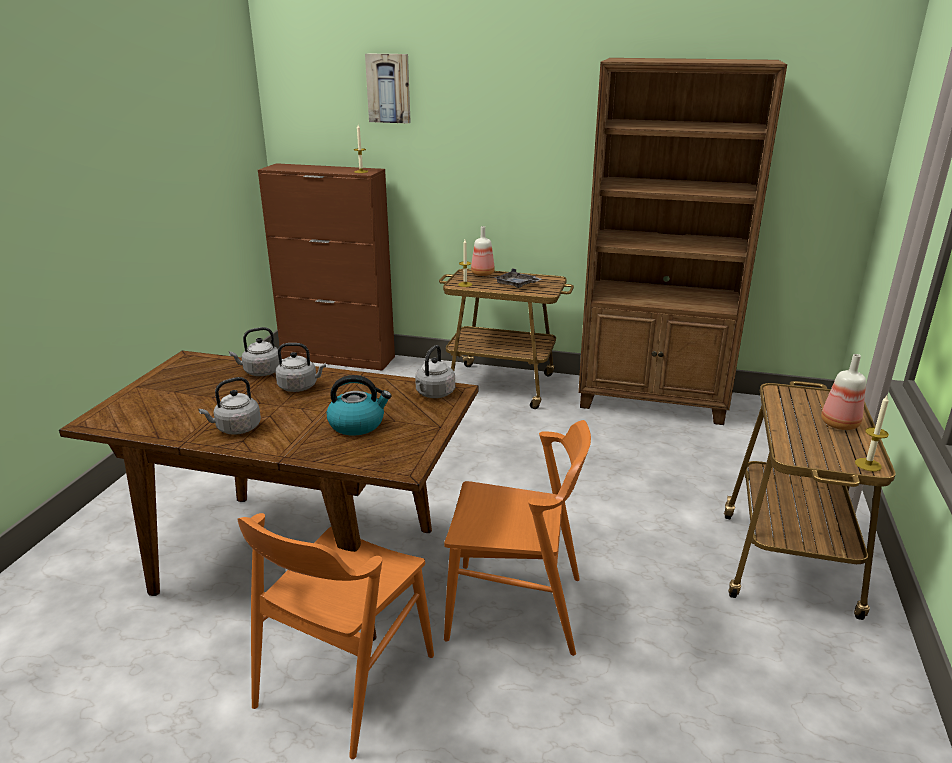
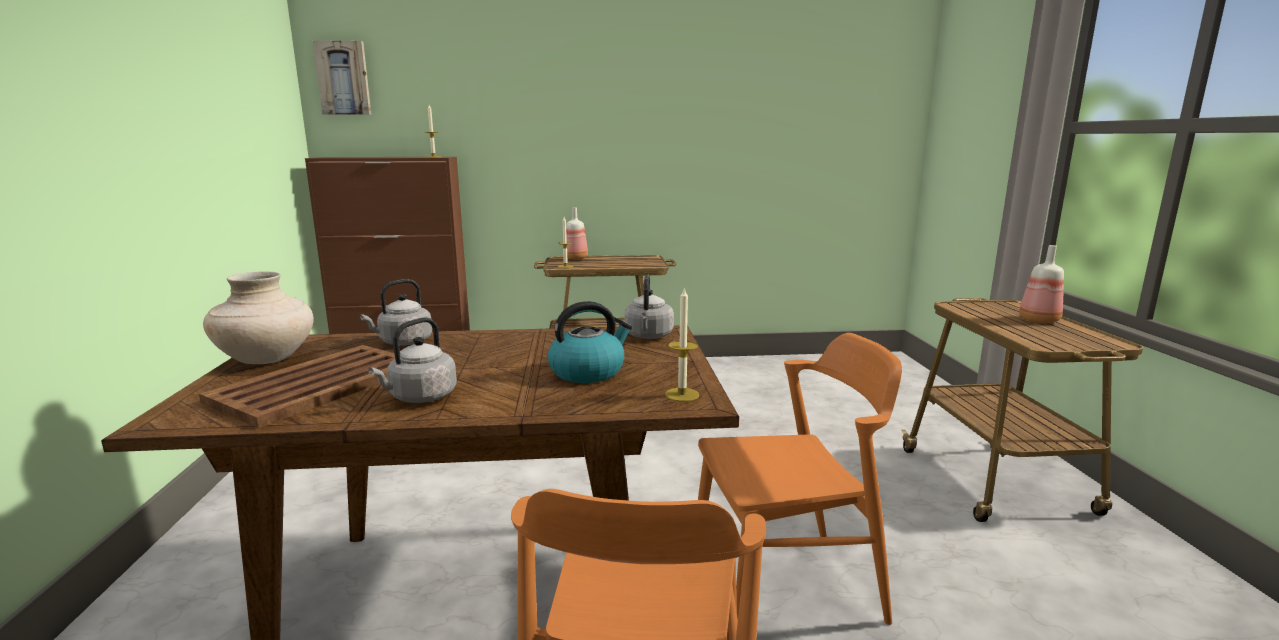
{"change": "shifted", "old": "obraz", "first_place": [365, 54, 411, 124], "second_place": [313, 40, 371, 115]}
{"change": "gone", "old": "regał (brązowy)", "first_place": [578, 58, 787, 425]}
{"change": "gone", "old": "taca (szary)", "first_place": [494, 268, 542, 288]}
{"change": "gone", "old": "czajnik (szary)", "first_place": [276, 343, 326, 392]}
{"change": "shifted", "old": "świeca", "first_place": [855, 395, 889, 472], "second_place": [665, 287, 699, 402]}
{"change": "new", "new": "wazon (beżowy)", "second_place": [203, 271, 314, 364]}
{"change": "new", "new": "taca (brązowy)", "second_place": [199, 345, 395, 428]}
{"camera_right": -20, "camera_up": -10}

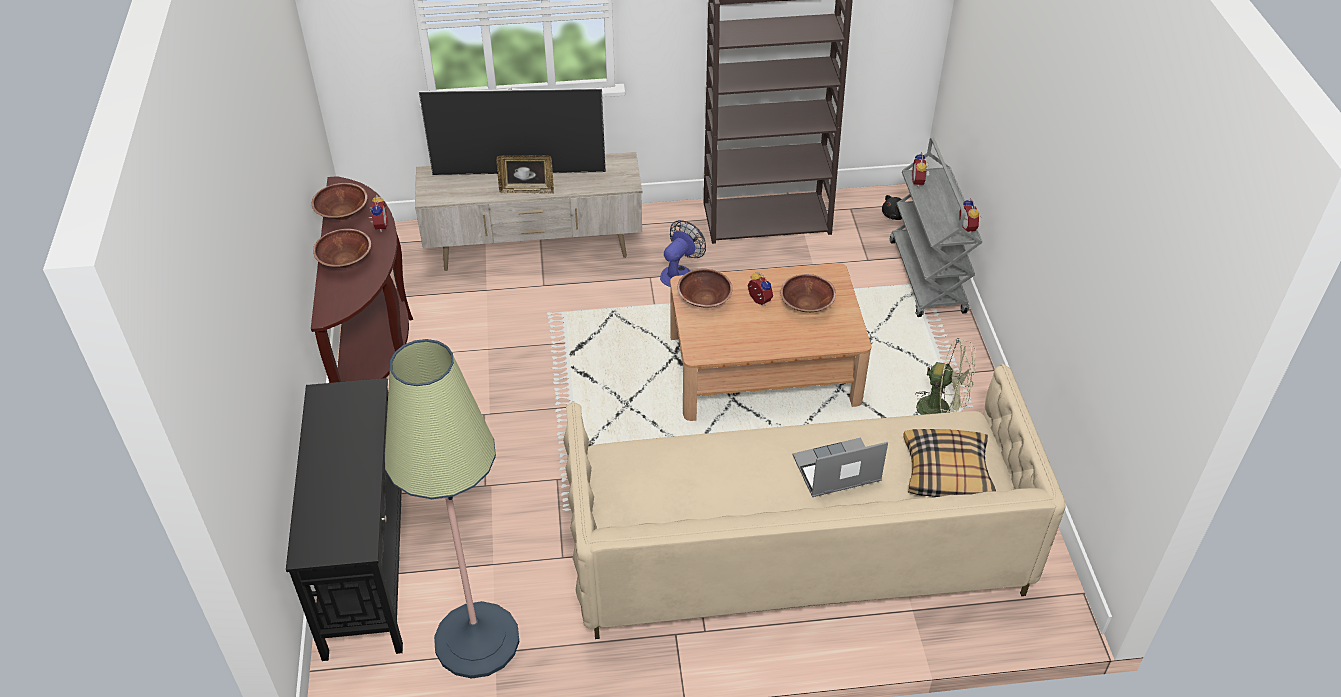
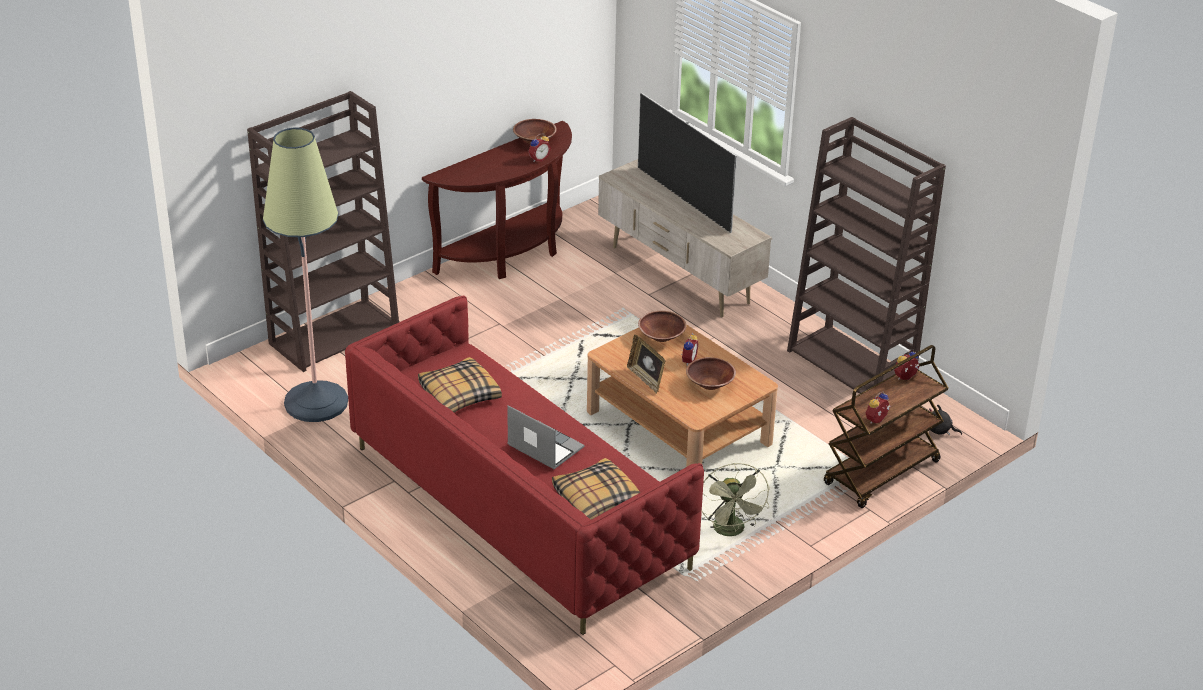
{"change": "repainted", "old": "wózek (szary)", "new": "wózek (brązowy)", "first_place": [890, 138, 982, 317], "second_place": [824, 345, 948, 508]}
{"change": "shifted", "old": "ramka na zdjęcie", "first_place": [496, 155, 554, 194], "second_place": [627, 335, 666, 393]}
{"change": "gone", "old": "wentylator", "first_place": [660, 220, 706, 287]}
{"change": "gone", "old": "miska (brązowy)", "first_place": [313, 229, 371, 268]}
{"change": "repainted", "old": "kanapa (beżowy)", "new": "kanapa (czerwony)", "first_place": [563, 364, 1066, 639], "second_place": [345, 296, 704, 635]}
{"change": "swapped", "old": "stolik konsolowy (czarny)", "new": "regał (brązowy)", "first_place": [286, 378, 403, 661], "second_place": [247, 91, 399, 372]}
{"change": "new", "new": "poduszka", "second_place": [418, 357, 502, 413]}
{"camera_right": 55, "camera_up": -10}

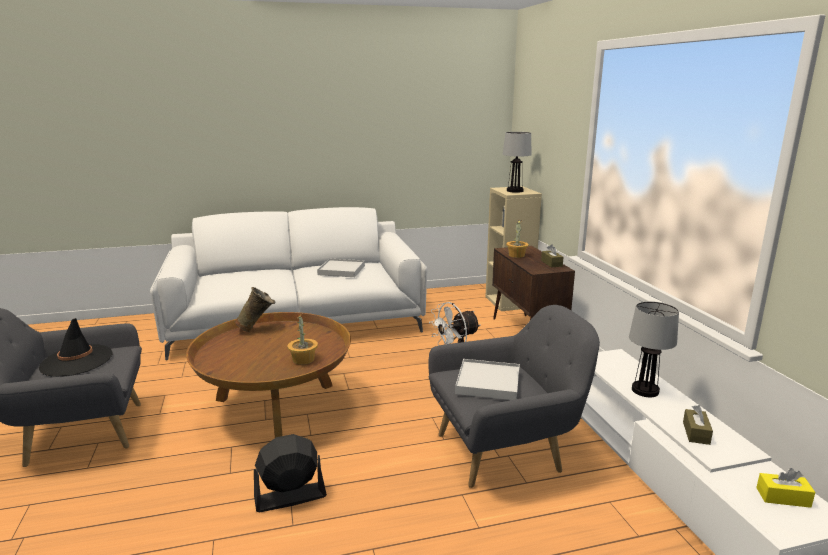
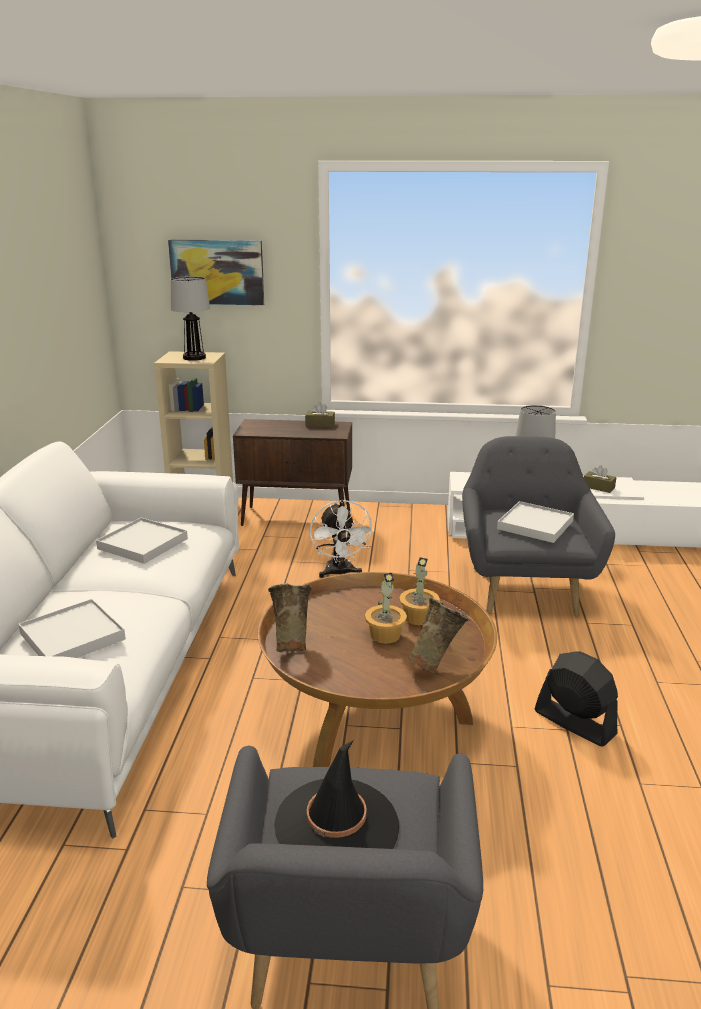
{"change": "shifted", "old": "roślina doniczkowa", "first_place": [506, 220, 529, 258], "second_place": [365, 573, 407, 644]}
{"change": "rotated", "old": "wentylator (czarny)", "first_place": [254, 434, 327, 512], "second_place": [535, 651, 618, 747], "degrees": 135}
{"change": "gone", "old": "pudełko chusteczek (żółty)", "first_place": [756, 468, 815, 508]}
{"change": "new", "new": "obraz", "second_place": [168, 240, 264, 305]}
{"change": "new", "new": "wazon (beżowy)", "second_place": [408, 597, 470, 674]}
{"change": "new", "new": "taca (biały)", "second_place": [18, 599, 126, 658]}
{"camera_right": -70, "camera_up": 5}

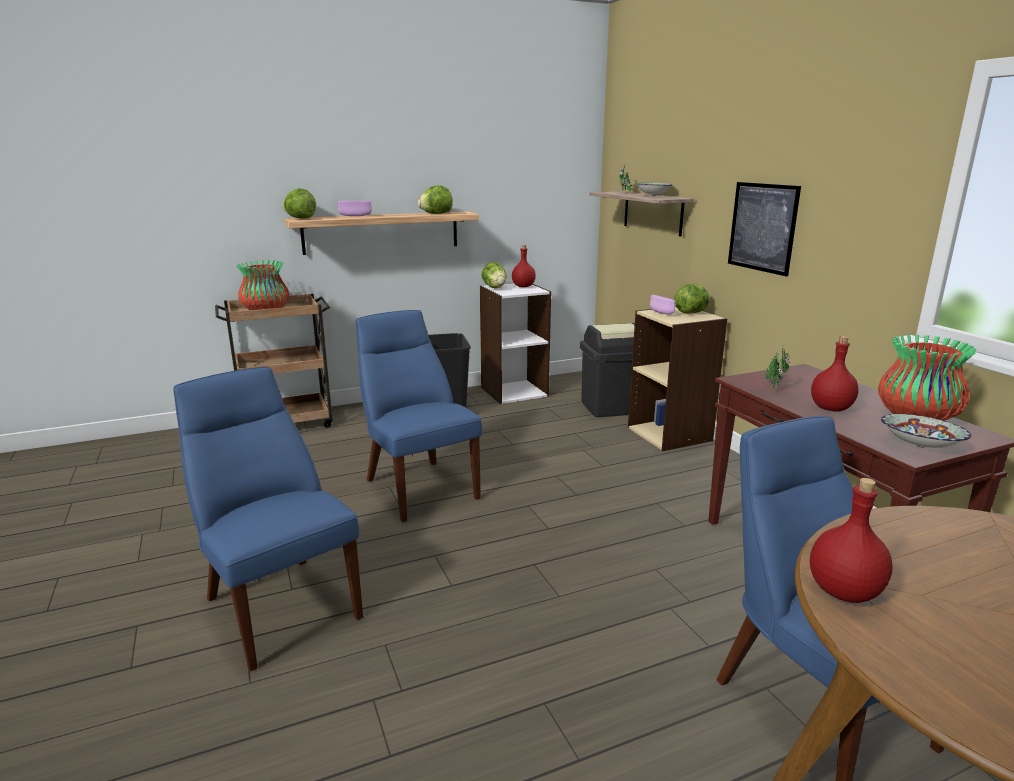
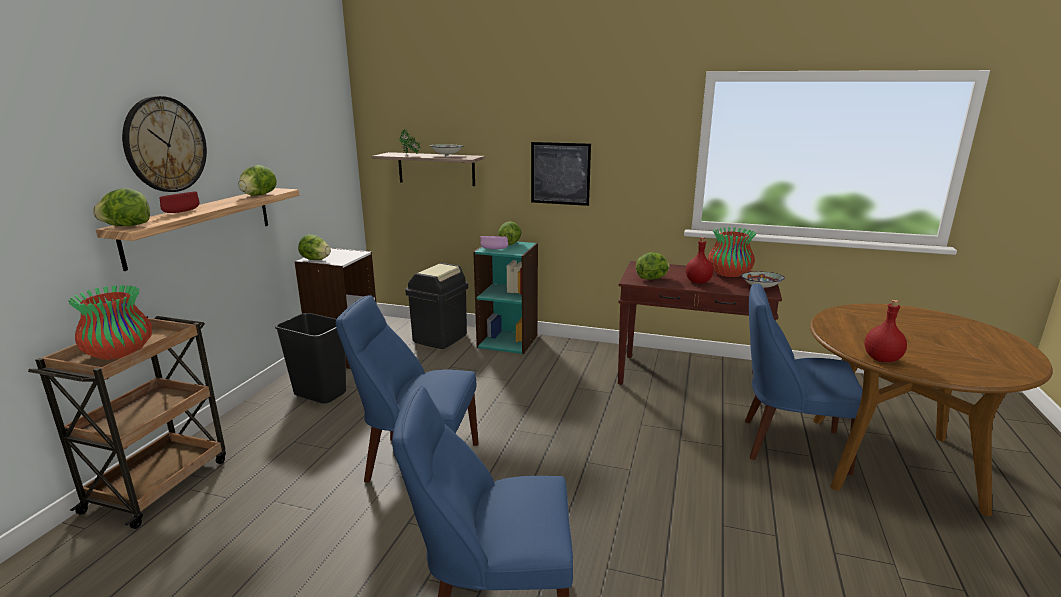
{"change": "repainted", "old": "miska (fioletowy)", "new": "miska (czerwony)", "first_place": [338, 201, 372, 216], "second_place": [159, 191, 200, 213]}
{"change": "gone", "old": "butelka (czerwony)", "first_place": [512, 245, 536, 287]}
{"change": "repainted", "old": "regał (beżowy)", "new": "regał (turkusowy)", "first_place": [628, 306, 727, 451], "second_place": [473, 242, 538, 354]}
{"change": "swapped", "old": "roślina doniczkowa", "new": "sałata", "first_place": [764, 345, 791, 389], "second_place": [636, 252, 670, 280]}
{"change": "new", "new": "zegar ścienny", "second_place": [122, 96, 207, 192]}
{"camera_right": -50, "camera_up": 0}

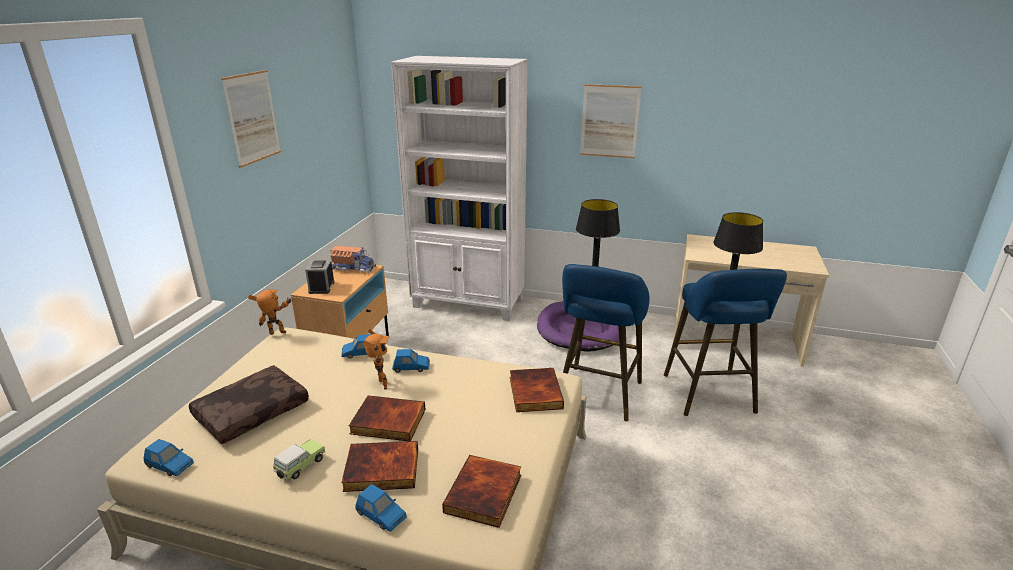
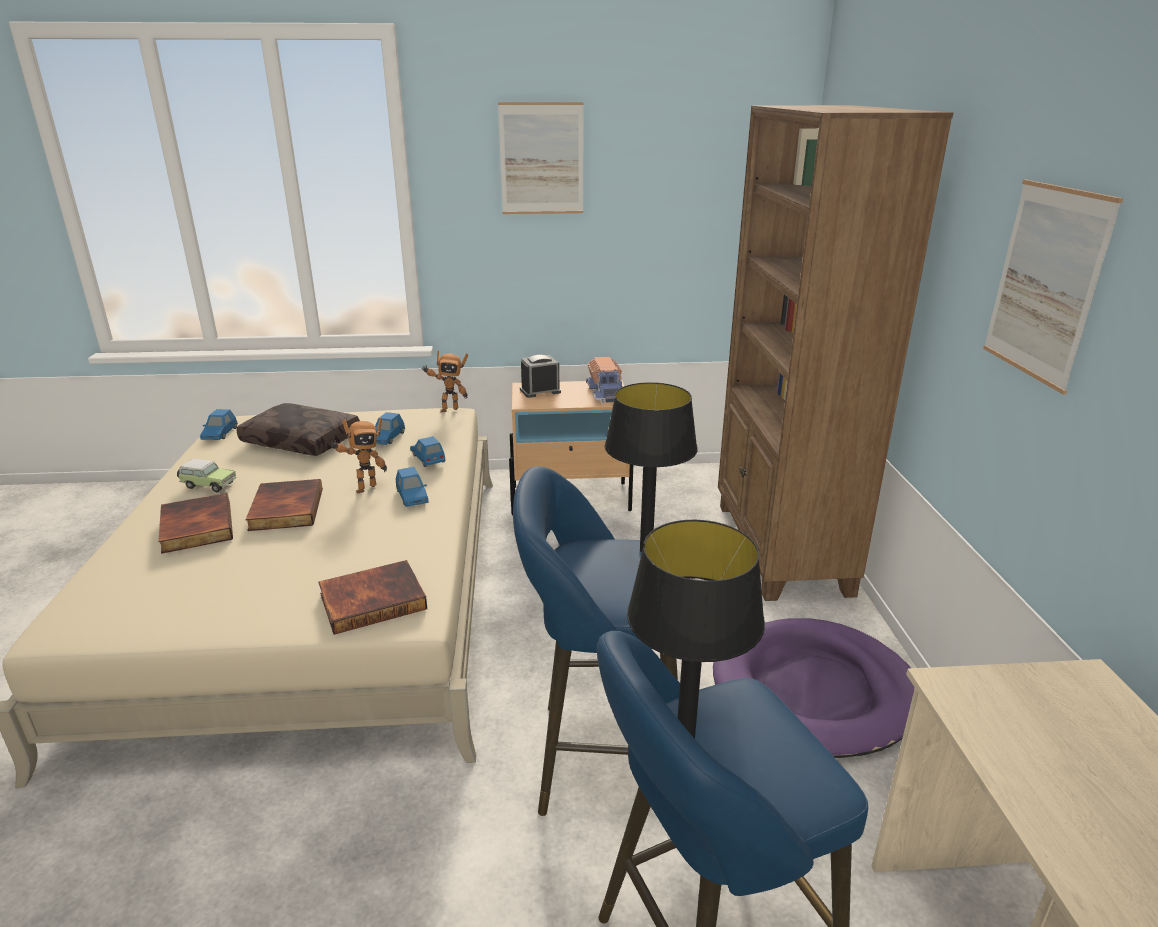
{"change": "repainted", "old": "regał (biały)", "new": "regał (brązowy)", "first_place": [391, 56, 528, 321], "second_place": [718, 105, 953, 601]}
{"change": "rotated", "old": "robot zabawkowy", "first_place": [248, 289, 291, 335], "second_place": [422, 351, 468, 412], "degrees": 105}
{"change": "gone", "old": "książka", "first_place": [442, 455, 521, 528]}
{"change": "shifted", "old": "samochodzik (niebieski)", "first_place": [356, 484, 407, 532], "second_place": [375, 412, 405, 445]}
{"camera_right": 70, "camera_up": 0}

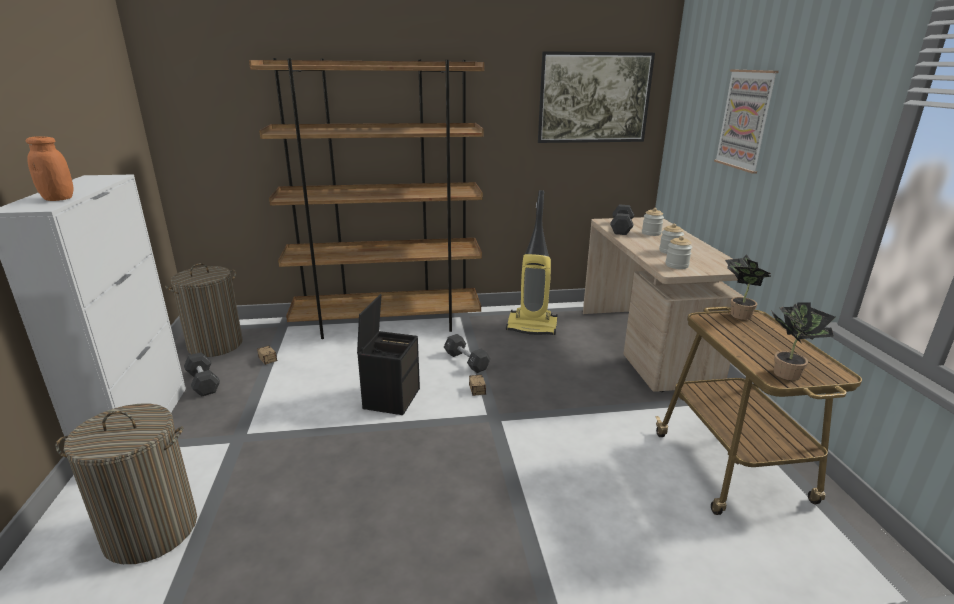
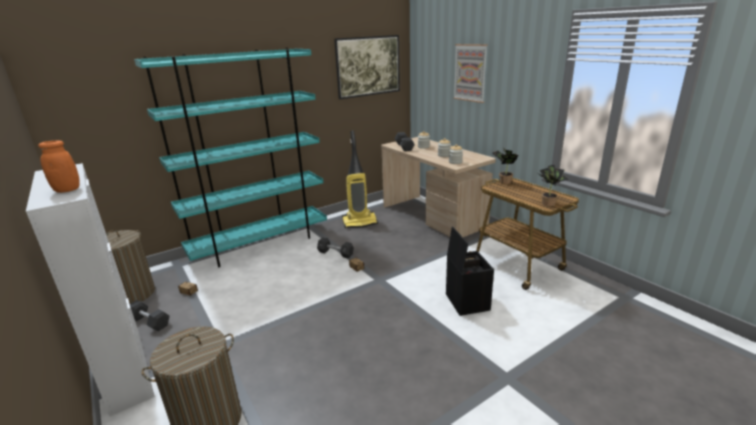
{"change": "repainted", "old": "regał (brązowy)", "new": "regał (turkusowy)", "first_place": [249, 58, 484, 339], "second_place": [134, 48, 327, 267]}
{"change": "shifted", "old": "pojemnik do przechowywania (czarny)", "first_place": [357, 294, 420, 415], "second_place": [446, 226, 494, 316]}
{"camera_right": -25, "camera_up": 0}

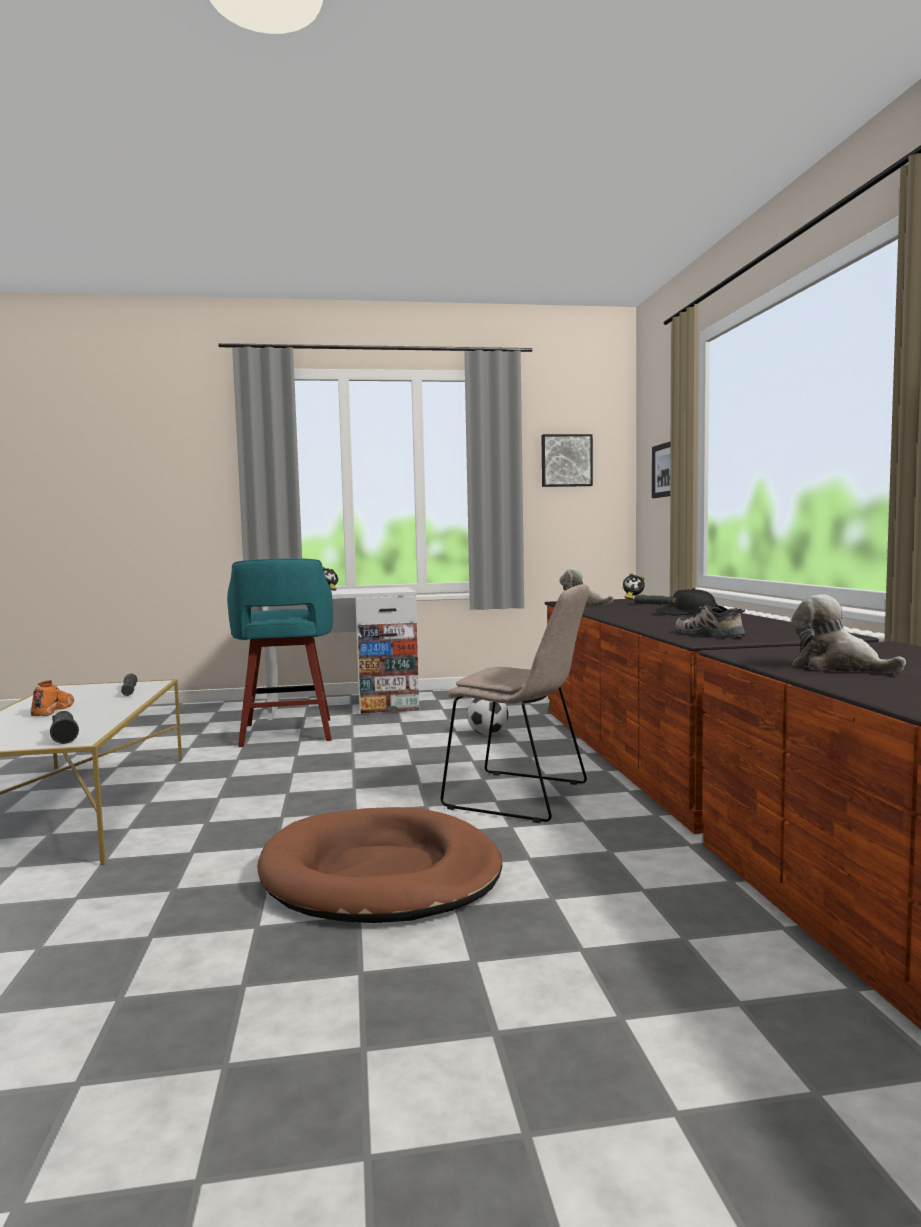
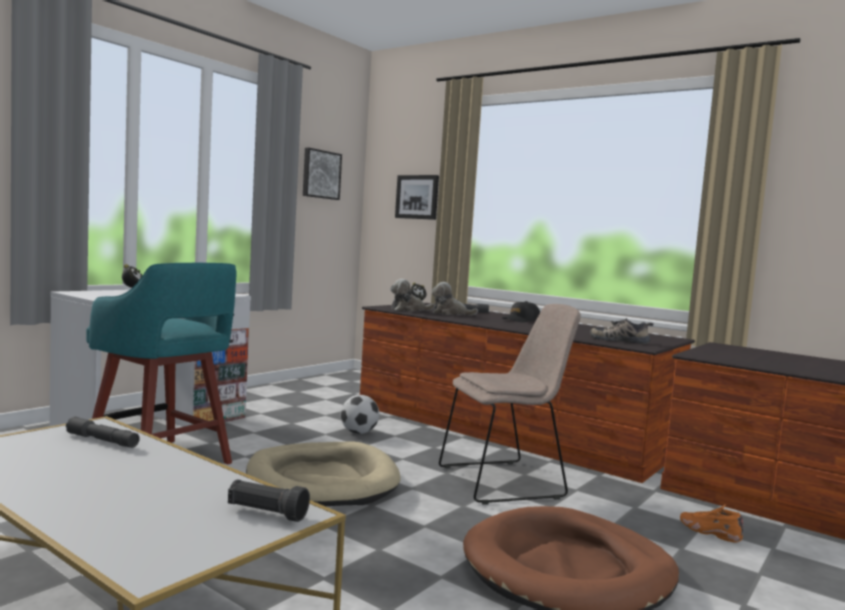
{"change": "shifted", "old": "pluszak", "first_place": [791, 594, 906, 674], "second_place": [432, 282, 478, 316]}
{"change": "shifted", "old": "but (pomarańczowy)", "first_place": [31, 680, 74, 716], "second_place": [680, 504, 744, 543]}
{"change": "new", "new": "legowisko (beżowy)", "second_place": [246, 441, 401, 506]}
{"camera_right": -45, "camera_up": 0}

